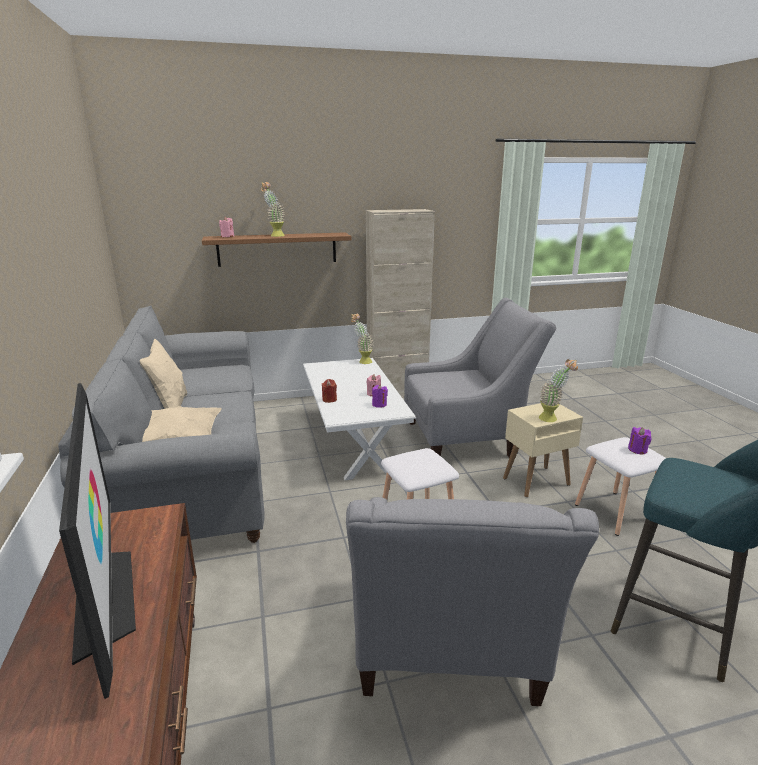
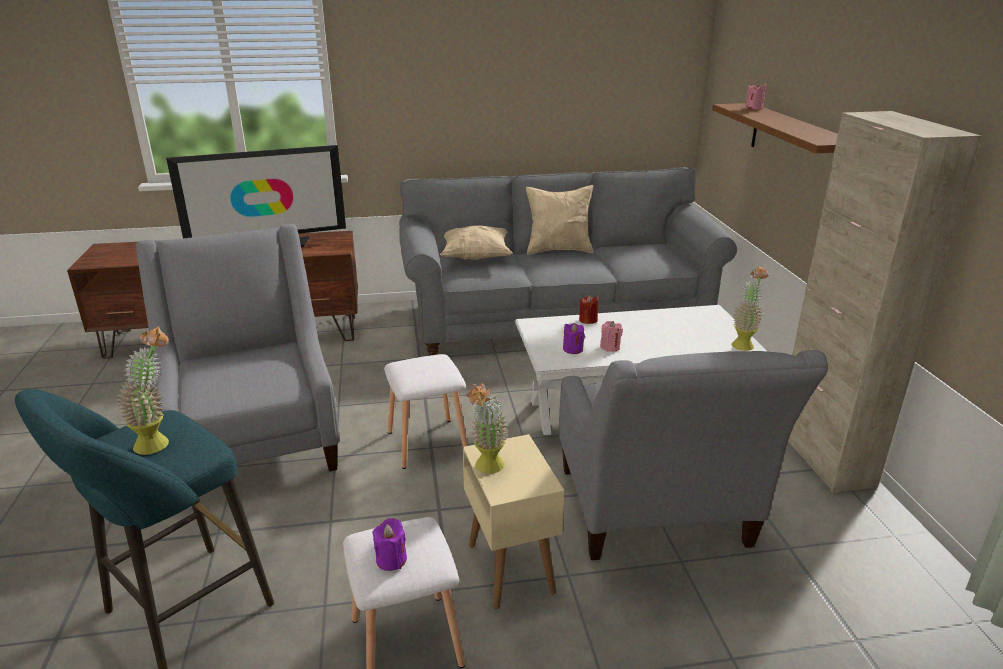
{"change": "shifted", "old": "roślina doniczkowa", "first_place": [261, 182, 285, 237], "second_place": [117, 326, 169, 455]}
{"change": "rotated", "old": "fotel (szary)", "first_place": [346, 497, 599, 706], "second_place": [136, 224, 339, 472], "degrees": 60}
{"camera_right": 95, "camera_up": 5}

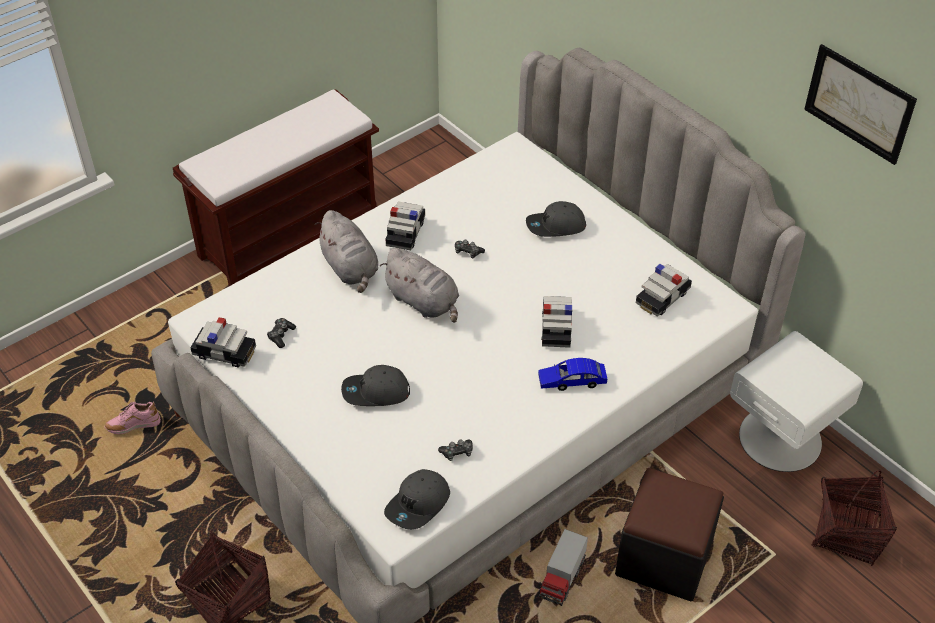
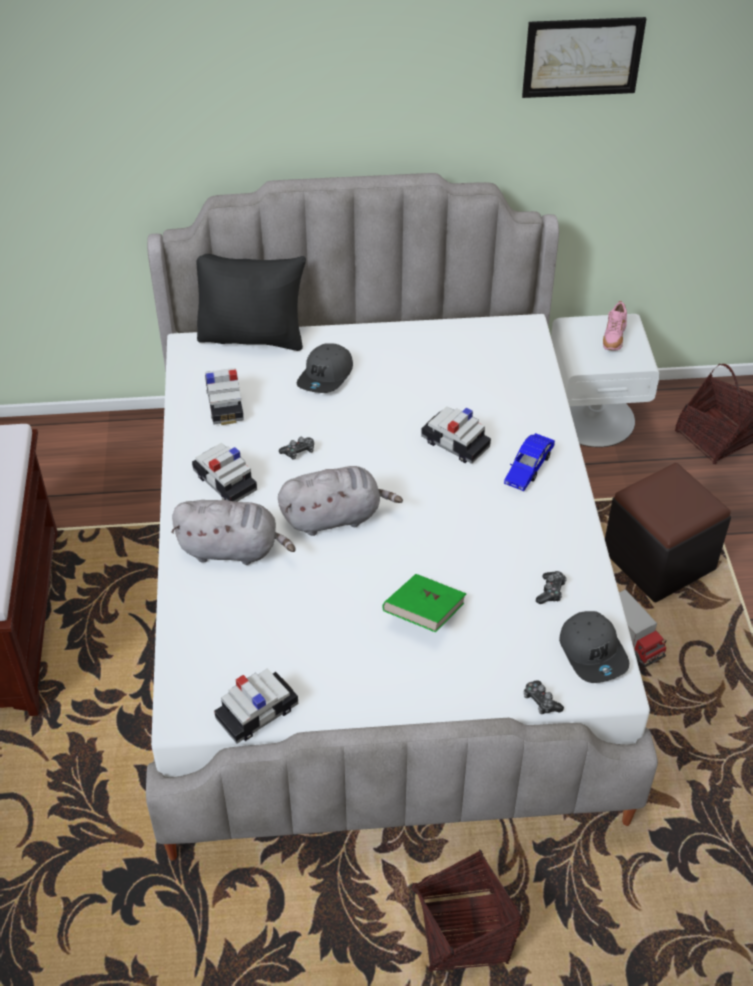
{"change": "shifted", "old": "samochodzik", "first_place": [636, 264, 692, 317], "second_place": [205, 368, 244, 425]}
{"change": "shifted", "old": "pad do gier", "first_place": [267, 318, 296, 348], "second_place": [523, 680, 564, 715]}
{"change": "swapped", "old": "czapka z daszkiem (szary)", "new": "książka (zielony)", "first_place": [341, 365, 410, 406], "second_place": [382, 574, 466, 632]}
{"change": "shifted", "old": "but (różowy)", "first_place": [104, 402, 161, 434], "second_place": [603, 301, 627, 350]}
{"change": "new", "new": "poduszka (czarny)", "second_place": [197, 254, 306, 351]}
{"camera_right": -55, "camera_up": 0}

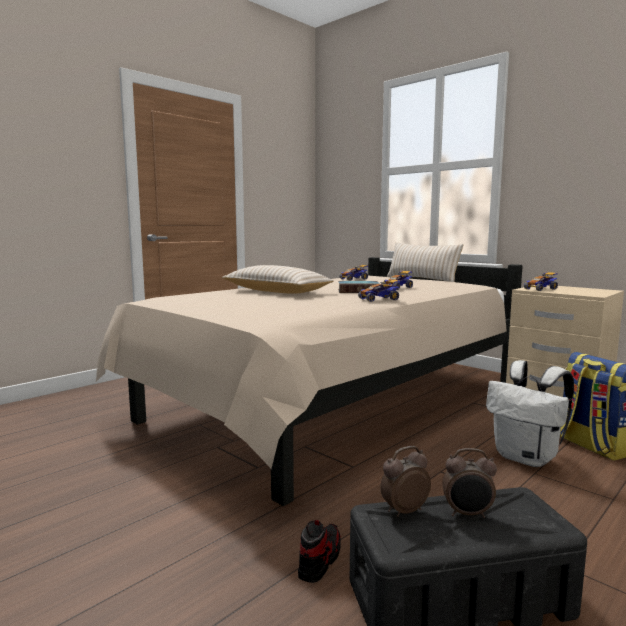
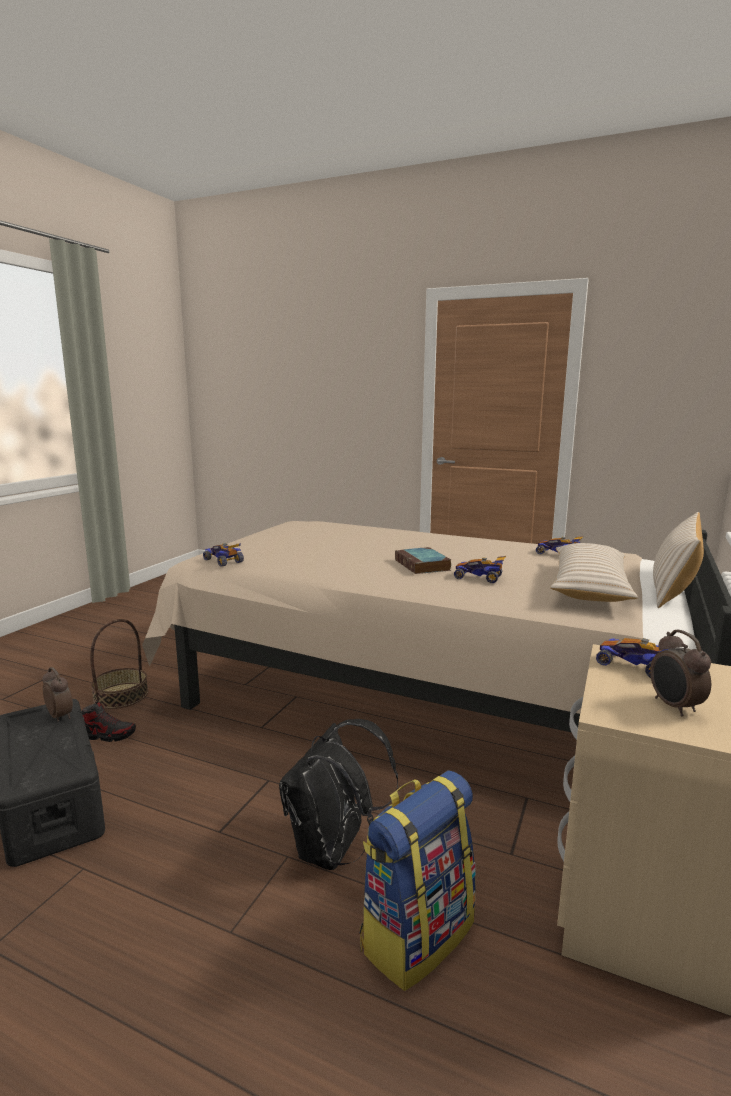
{"change": "shifted", "old": "poduszka (beżowy)", "first_place": [222, 265, 334, 294], "second_place": [550, 543, 638, 602]}
{"change": "shifted", "old": "samochodzik", "first_place": [358, 279, 400, 302], "second_place": [203, 543, 244, 566]}
{"change": "repainted", "old": "plecak (biały)", "new": "plecak (czarny)", "first_place": [486, 360, 574, 467], "second_place": [279, 719, 398, 870]}
{"change": "shifted", "old": "budzik", "first_place": [442, 448, 497, 518], "second_place": [650, 630, 711, 716]}
{"change": "new", "new": "koszyk", "second_place": [90, 619, 148, 709]}
{"camera_right": 70, "camera_up": 5}

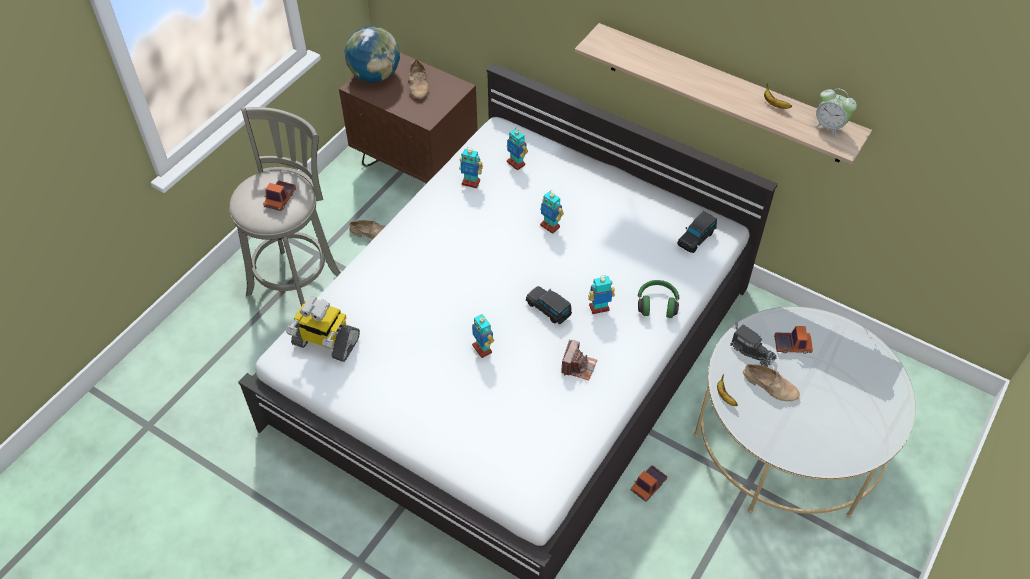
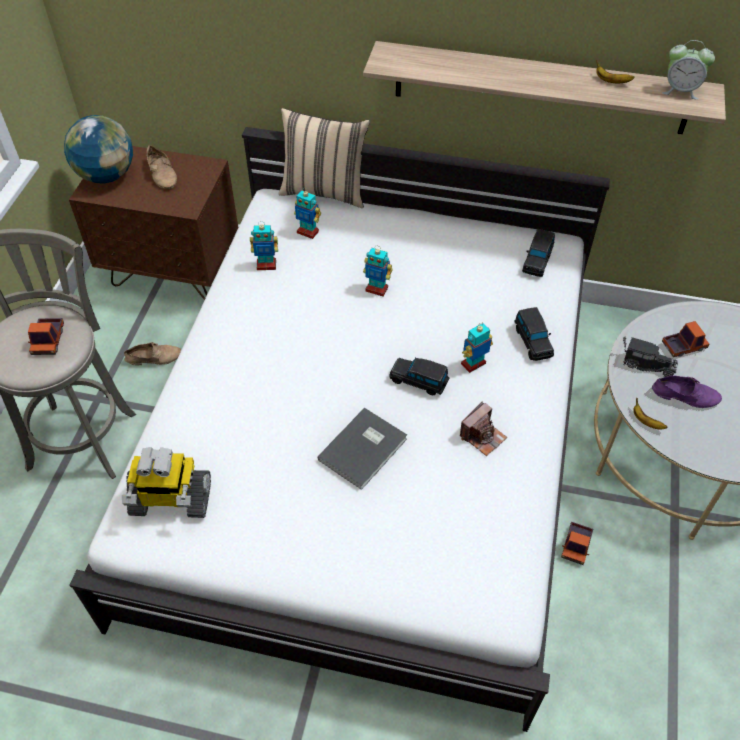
{"change": "swapped", "old": "słuchawki (zielony)", "new": "samochodzik (czarny)", "first_place": [638, 280, 679, 318], "second_place": [514, 307, 554, 361]}
{"change": "swapped", "old": "robot zabawkowy", "new": "książka (szary)", "first_place": [472, 314, 494, 358], "second_place": [317, 408, 407, 490]}
{"change": "rotated", "old": "aparat fotograficzny", "first_place": [561, 339, 597, 380], "second_place": [460, 401, 507, 456], "degrees": 45}
{"change": "repainted", "old": "but (beżowy)", "new": "but (fioletowy)", "first_place": [743, 364, 800, 401], "second_place": [652, 375, 722, 408]}
{"change": "new", "new": "poduszka (beżowy)", "second_place": [279, 108, 370, 208]}
{"camera_right": -20, "camera_up": 0}

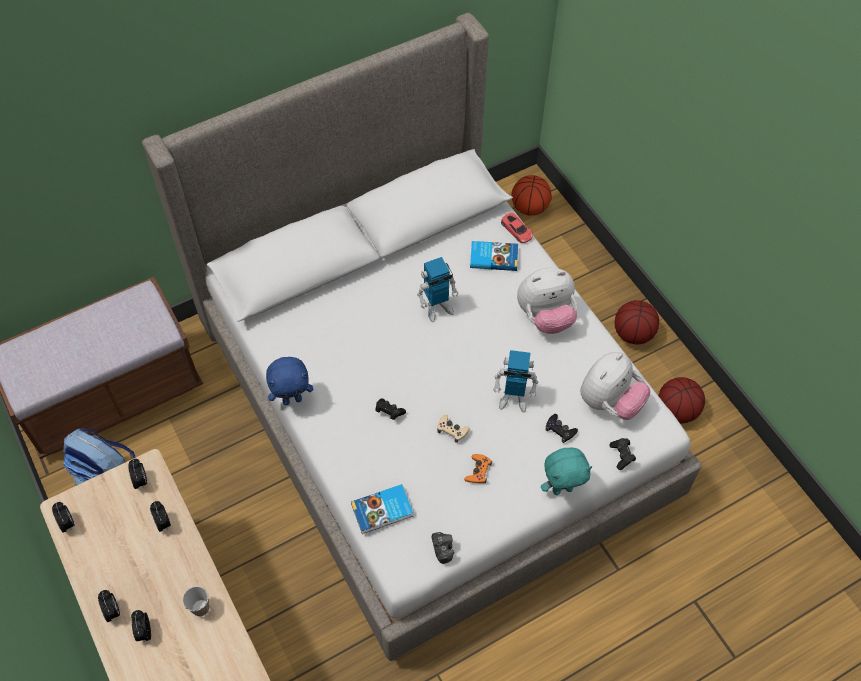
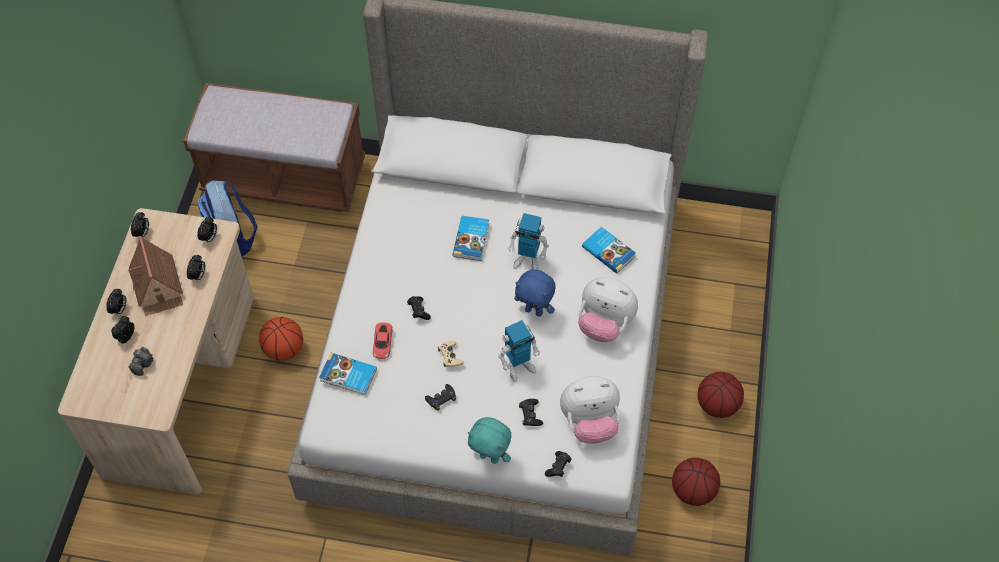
{"change": "shifted", "old": "piłka do koszykówki", "first_place": [512, 175, 552, 216], "second_place": [259, 317, 303, 361]}
{"change": "shifted", "old": "samochodzik (czerwony)", "first_place": [501, 213, 533, 243], "second_place": [373, 322, 393, 359]}
{"change": "rotated", "old": "robot zabawkowy", "first_place": [493, 350, 538, 413], "second_place": [499, 320, 540, 382], "degrees": -75}
{"change": "shifted", "old": "pluszak (niebieski)", "first_place": [266, 357, 313, 405], "second_place": [514, 269, 556, 317]}
{"change": "repainted", "old": "pad do gier (pomarańczowy)", "new": "pad do gier (czarny)", "first_place": [464, 454, 492, 483], "second_place": [425, 384, 456, 411]}
{"change": "shifted", "old": "aparat fotograficzny", "first_place": [432, 532, 454, 564], "second_place": [129, 347, 153, 376]}
{"change": "gone", "old": "filiżanka", "first_place": [182, 586, 209, 616]}
{"change": "new", "new": "książka", "second_place": [453, 216, 489, 261]}
{"change": "new", "new": "domek", "second_place": [128, 236, 183, 316]}
{"camera_right": 40, "camera_up": 0}

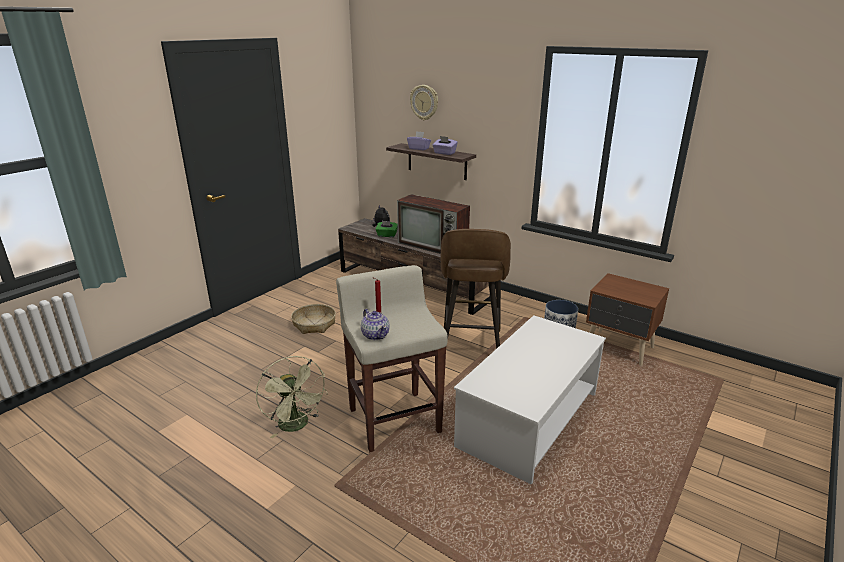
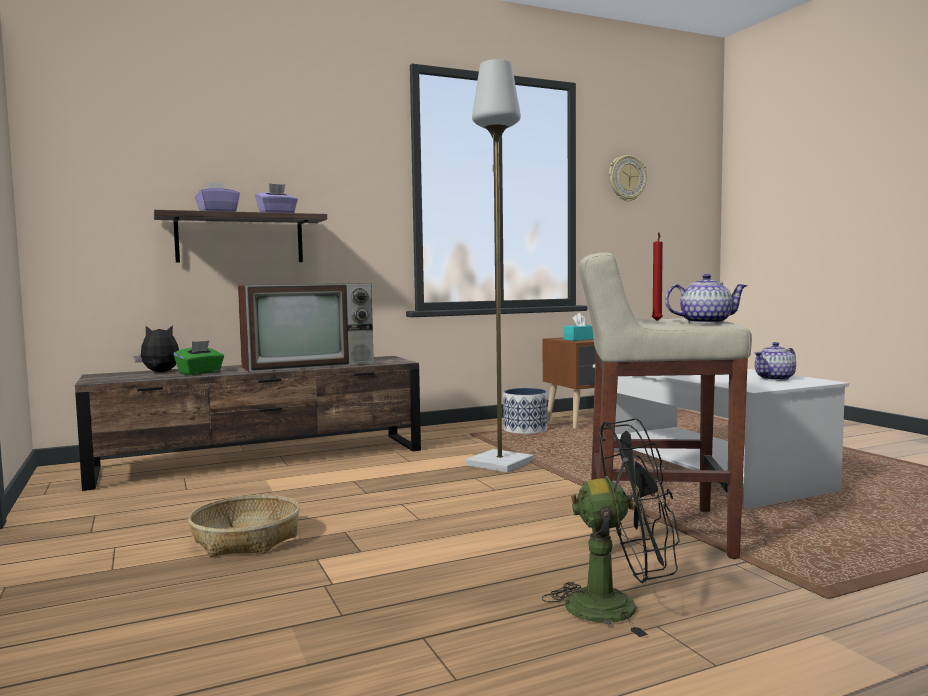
{"change": "shifted", "old": "zegar ścienny", "first_place": [410, 85, 438, 120], "second_place": [609, 155, 647, 202]}
{"change": "swapped", "old": "stołek (brązowy)", "new": "lampa stojąca (szary)", "first_place": [440, 229, 511, 349], "second_place": [466, 59, 533, 473]}
{"change": "repainted", "old": "wentylator (zielony)", "new": "wentylator (czarny)", "first_place": [256, 356, 328, 438], "second_place": [542, 418, 680, 637]}
{"change": "new", "new": "pudełko chusteczek (turkusowy)", "second_place": [563, 313, 593, 341]}
{"change": "new", "new": "imbryk", "second_place": [754, 342, 796, 381]}
{"camera_right": -60, "camera_up": -20}

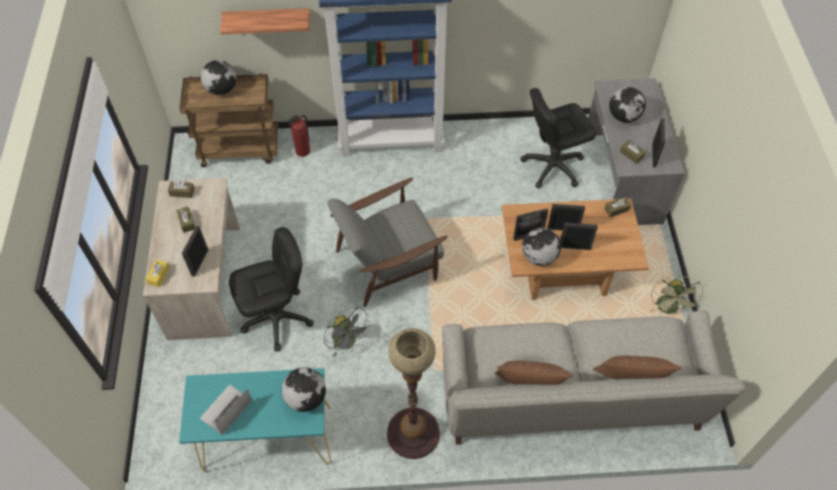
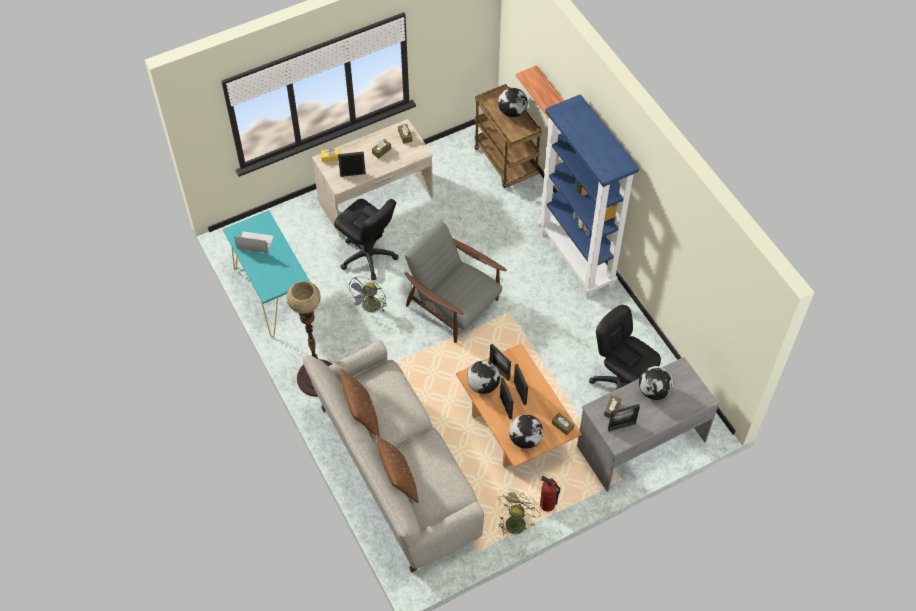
{"change": "shifted", "old": "gaśnica", "first_place": [288, 115, 310, 157], "second_place": [540, 476, 560, 511]}
{"change": "rotated", "old": "wentylator (zielony)", "first_place": [650, 276, 704, 316], "second_place": [498, 488, 543, 537], "degrees": 135}
{"change": "shifted", "old": "globus", "first_place": [282, 367, 326, 412], "second_place": [509, 414, 543, 449]}
{"camera_right": 65, "camera_up": 0}

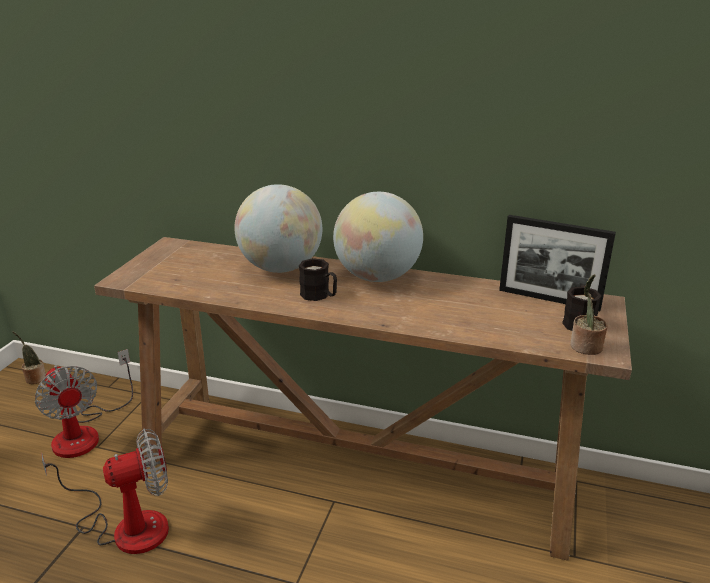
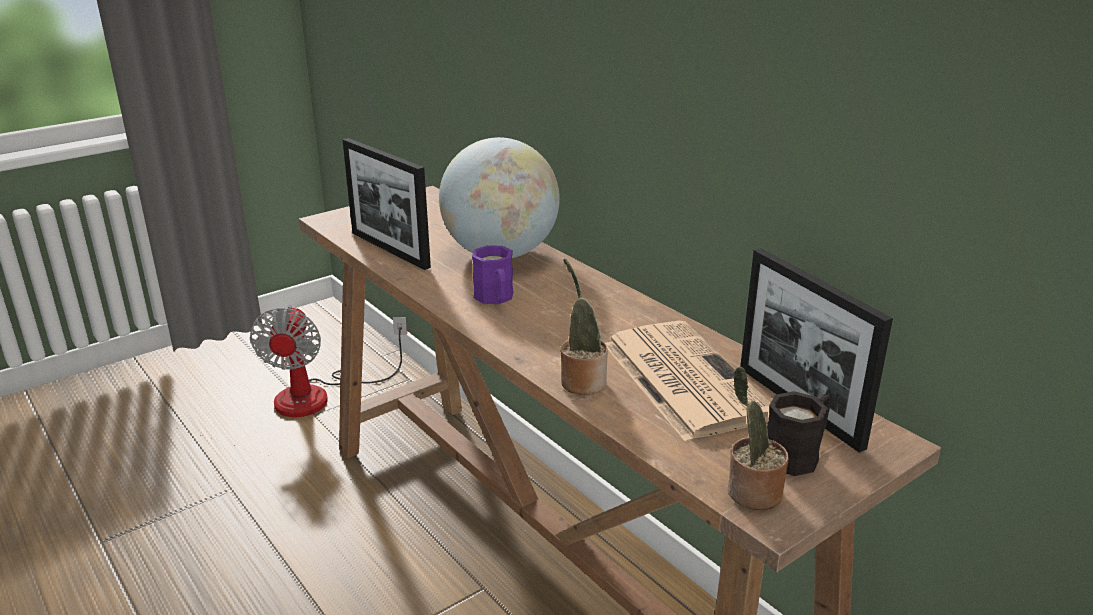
{"change": "gone", "old": "globus", "first_place": [333, 192, 423, 282]}
{"change": "repainted", "old": "kubek (czarny)", "new": "kubek (fioletowy)", "first_place": [299, 258, 337, 301], "second_place": [472, 245, 513, 304]}
{"change": "shifted", "old": "roślina doniczkowa", "first_place": [12, 331, 46, 384], "second_place": [560, 259, 608, 395]}
{"change": "gone", "old": "wentylator", "first_place": [41, 429, 169, 554]}
{"change": "new", "new": "ramka na zdjęcie", "second_place": [343, 138, 431, 270]}
{"change": "new", "new": "gazeta", "second_place": [605, 321, 770, 441]}
{"camera_right": 35, "camera_up": 0}

